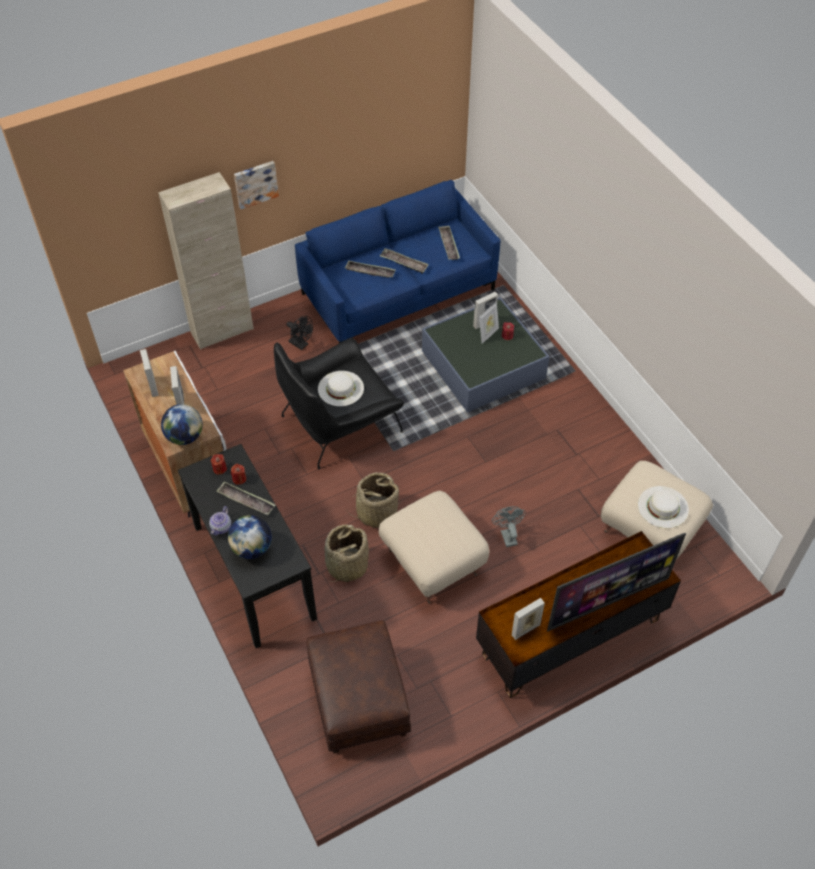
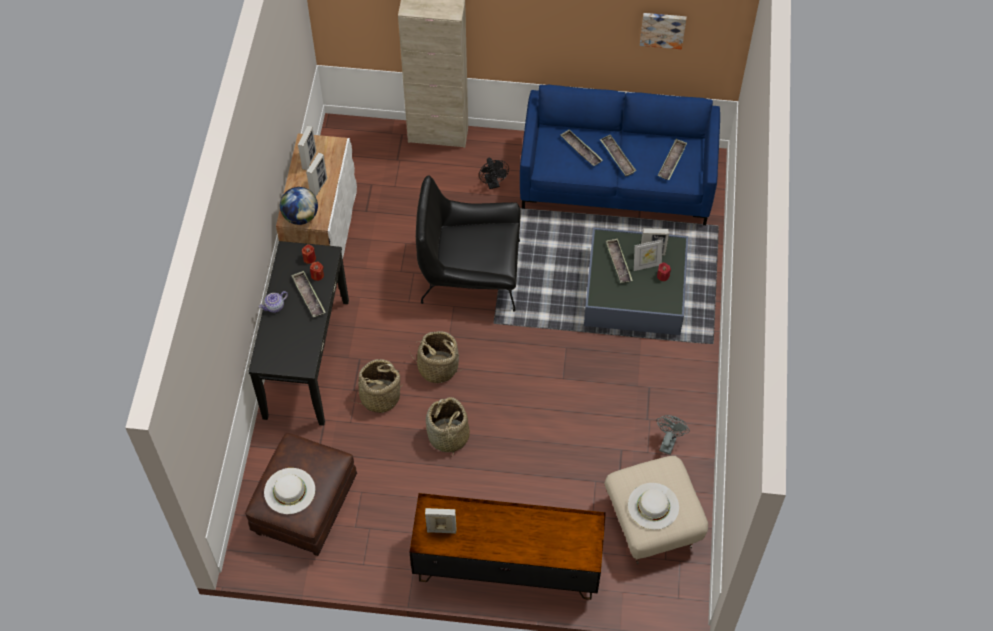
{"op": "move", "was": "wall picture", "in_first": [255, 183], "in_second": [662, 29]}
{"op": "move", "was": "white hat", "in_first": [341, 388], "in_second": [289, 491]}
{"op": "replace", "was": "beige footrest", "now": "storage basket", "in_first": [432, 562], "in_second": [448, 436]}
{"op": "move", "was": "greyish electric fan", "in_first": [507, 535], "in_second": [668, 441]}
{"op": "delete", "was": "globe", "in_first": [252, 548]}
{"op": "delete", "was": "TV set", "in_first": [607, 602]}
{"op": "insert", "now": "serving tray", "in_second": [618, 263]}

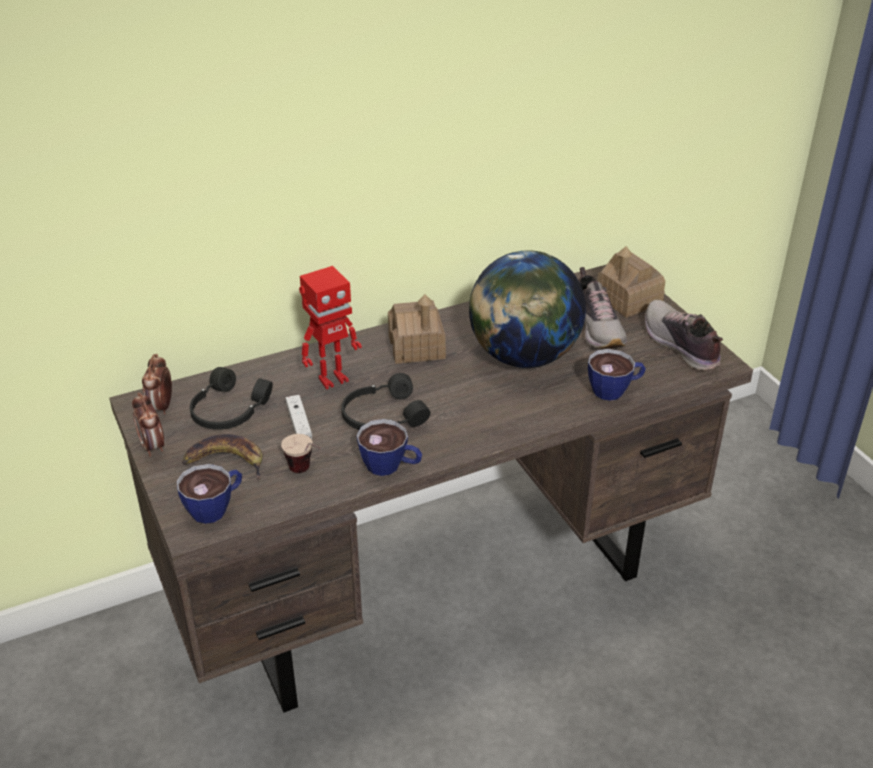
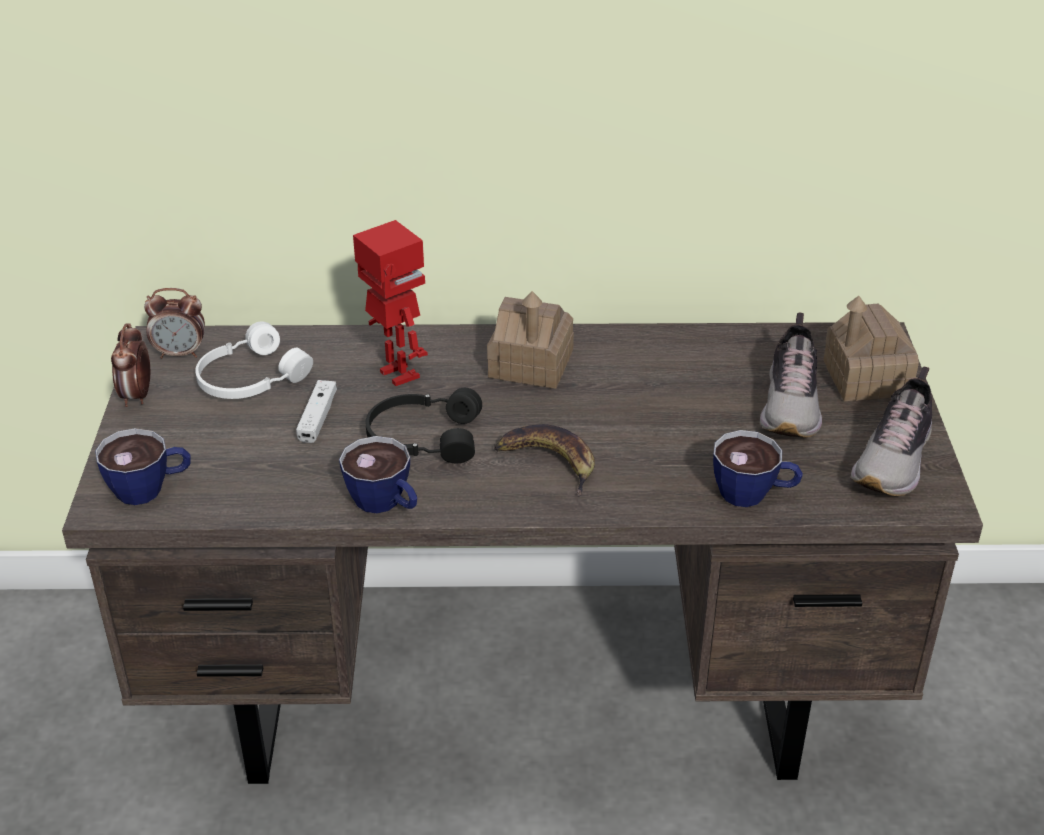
{"op": "delete", "was": "globe", "in_first": [523, 357]}
{"op": "rotate", "was": "robot figure", "in_first": [332, 379], "in_second": [397, 375], "clockwise": -120}
{"op": "rotate", "was": "low shoe", "in_first": [680, 345], "in_second": [895, 460], "clockwise": -150}
{"op": "rotate", "was": "table clock", "in_first": [161, 407], "in_second": [180, 353], "clockwise": -120}
{"op": "recolor", "was": "blackish headset", "now": "white headset", "in_first": [228, 411], "in_second": [250, 379]}
{"op": "move", "was": "banana", "in_first": [227, 461], "in_second": [549, 462]}
{"op": "delete", "was": "cup", "in_first": [306, 473]}

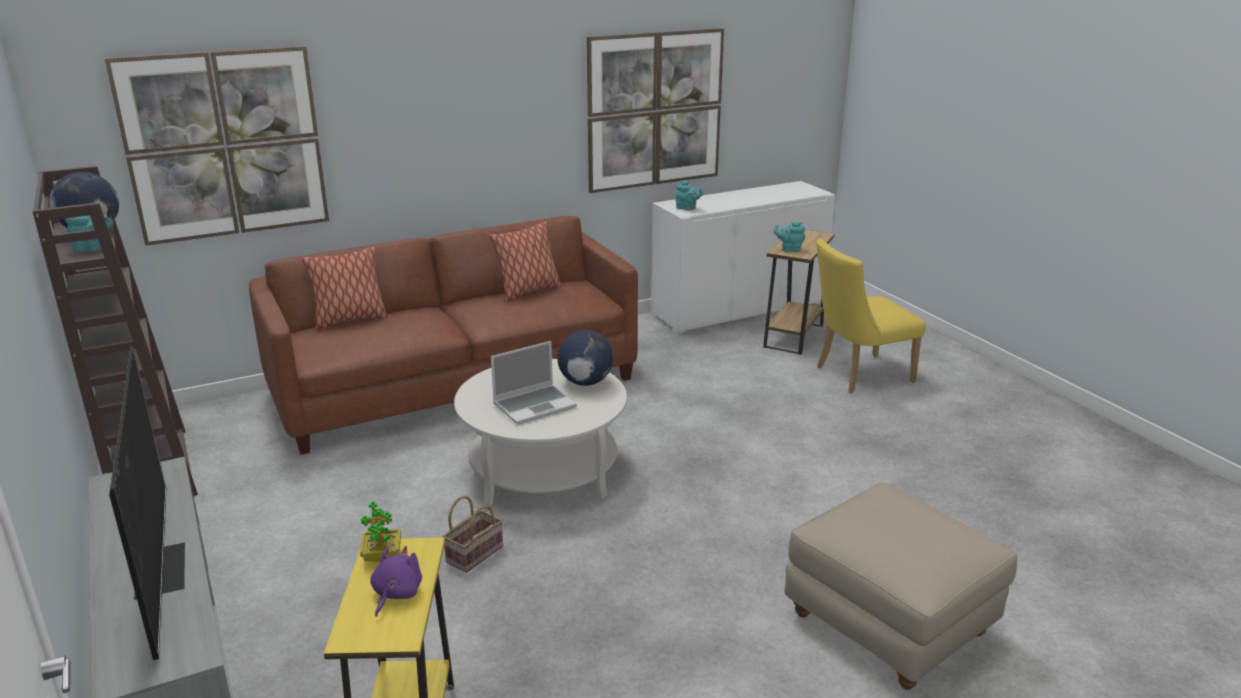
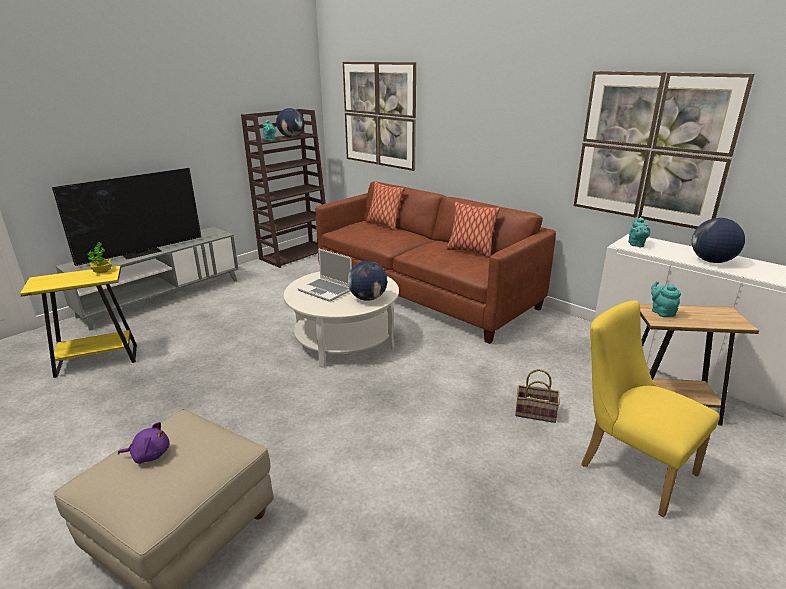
{"op": "move", "was": "storage basket", "in_first": [475, 553], "in_second": [536, 413]}
{"op": "move", "was": "purple soft toy", "in_first": [396, 594], "in_second": [149, 455]}
{"op": "insert", "now": "globe", "in_second": [711, 261]}

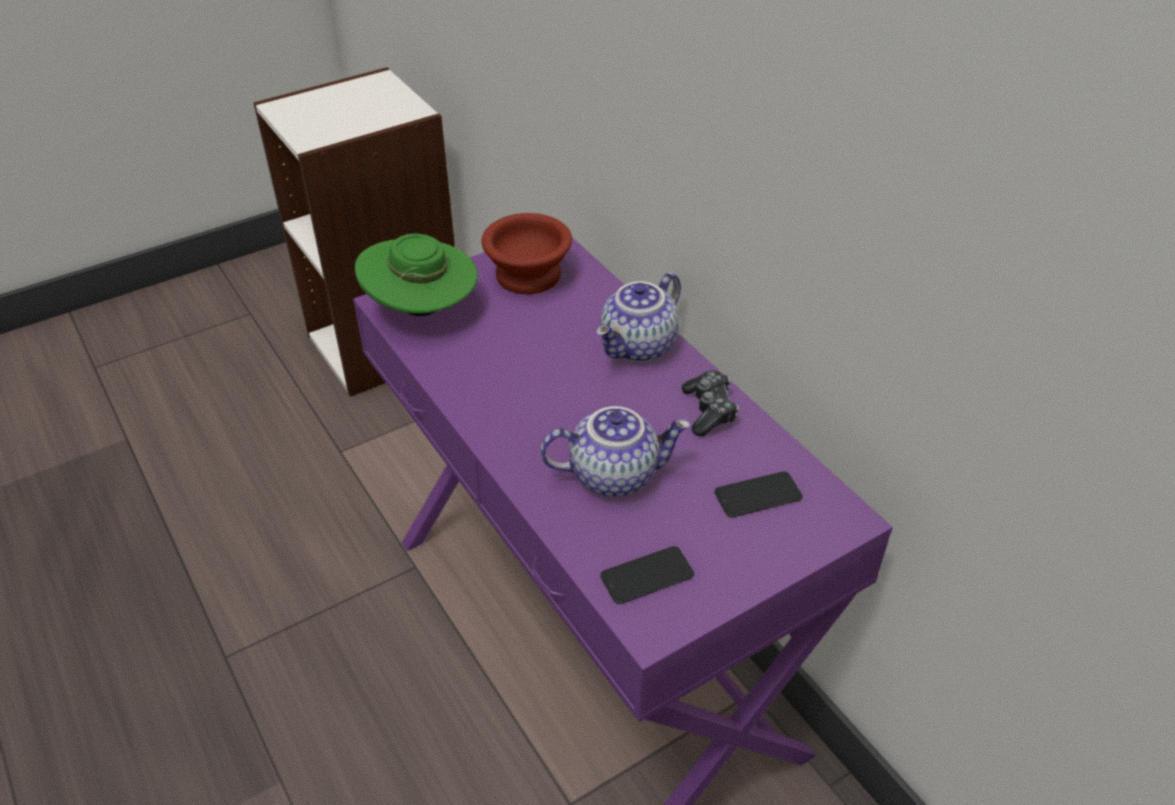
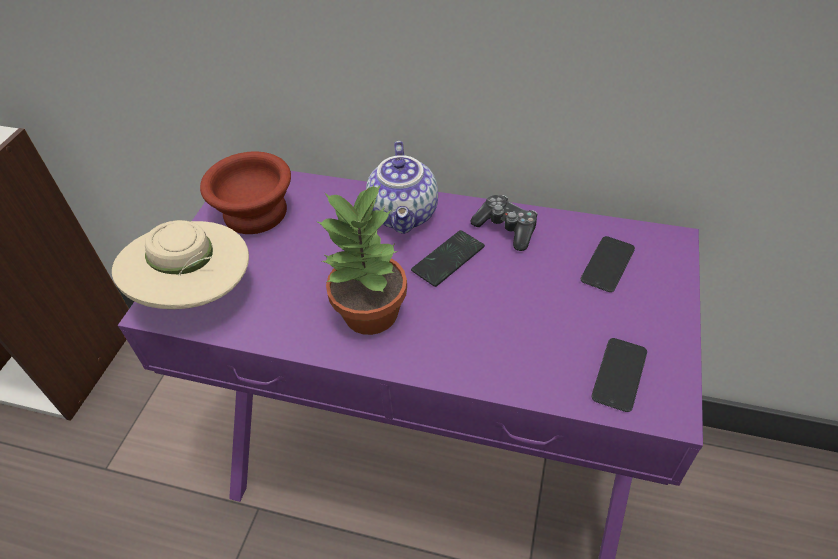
{"op": "recolor", "was": "greenish hat", "now": "beige hat", "in_first": [422, 310], "in_second": [197, 294]}
{"op": "delete", "was": "teapot", "in_first": [614, 474]}
{"op": "insert", "now": "plant in a pot", "in_second": [372, 314]}
{"op": "insert", "now": "phone", "in_second": [448, 259]}

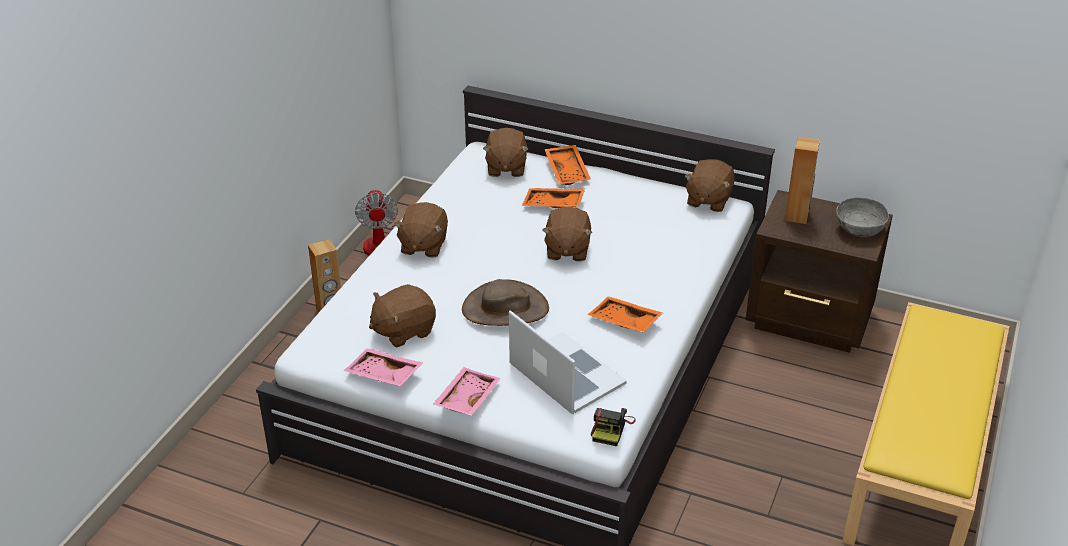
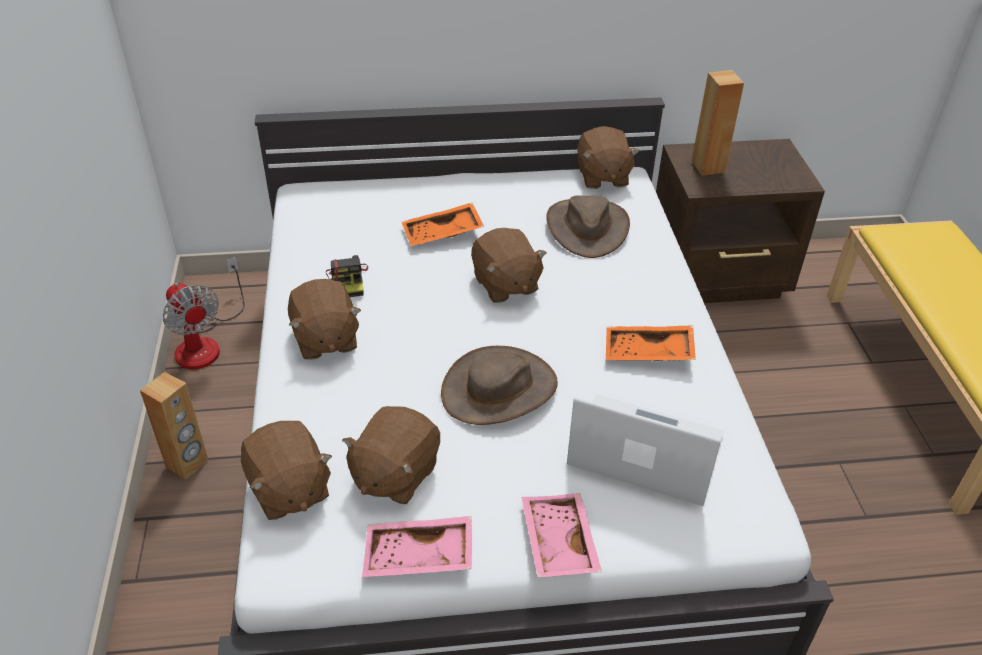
{"op": "move", "was": "brown-coloured soft toy", "in_first": [506, 168], "in_second": [288, 490]}
{"op": "delete", "was": "orangey serving tray", "in_first": [568, 171]}
{"op": "delete", "was": "greyish bowl", "in_first": [859, 229]}
{"op": "move", "was": "photo camera", "in_first": [611, 428], "in_second": [348, 281]}
{"op": "insert", "now": "brown-coloured hat", "in_second": [586, 228]}

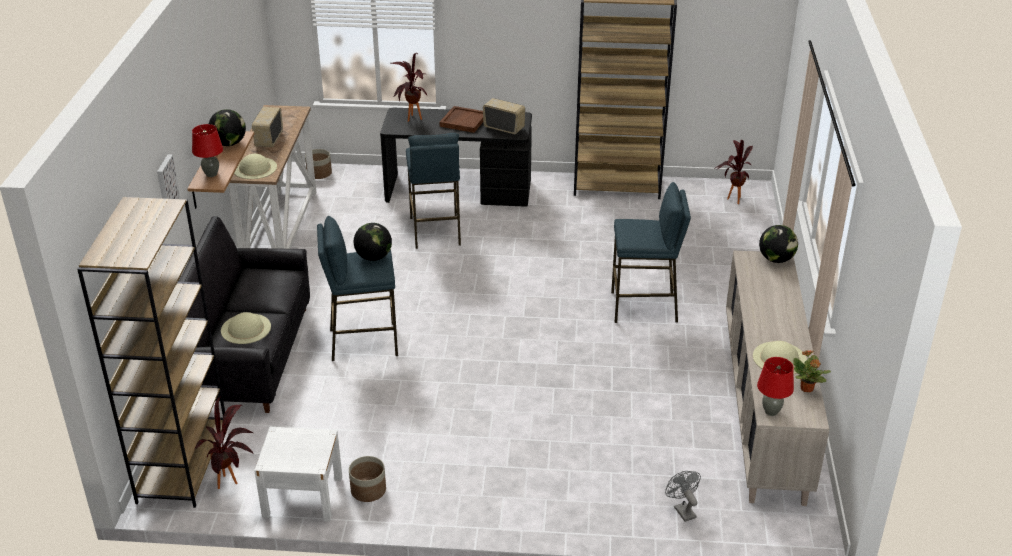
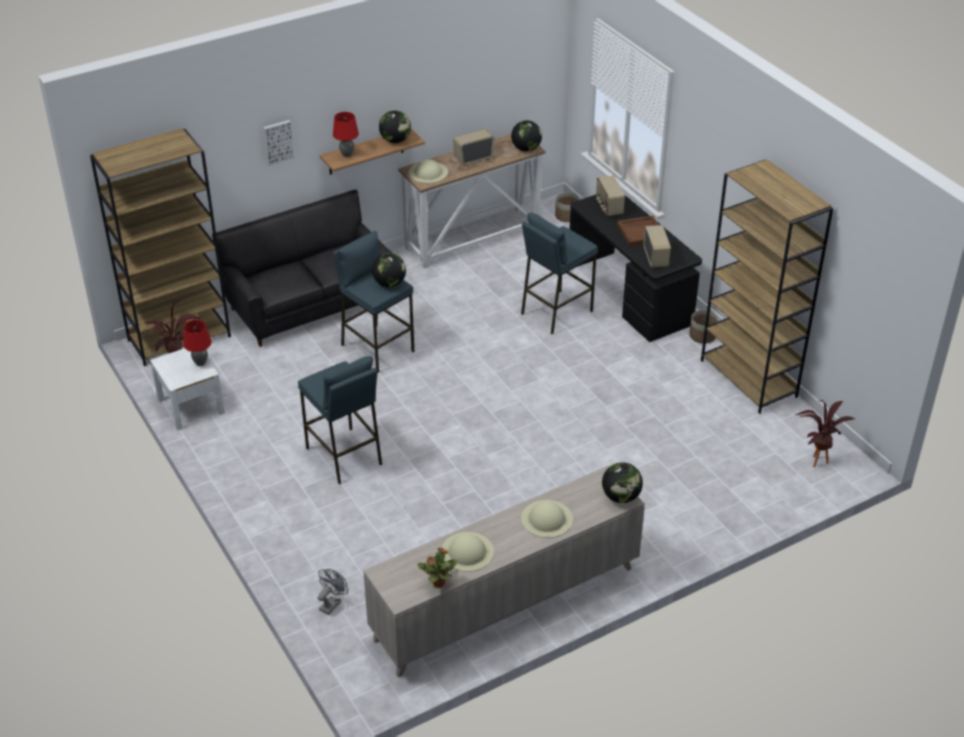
{"op": "replace", "was": "plant in a pot", "now": "radio", "in_first": [411, 120], "in_second": [608, 207]}
{"op": "move", "was": "bluish stool", "in_first": [644, 307], "in_second": [344, 456]}
{"op": "move", "was": "beige hat", "in_first": [246, 328], "in_second": [547, 519]}
{"op": "move", "was": "reddish lamp for a table", "in_first": [771, 411], "in_second": [200, 362]}
{"op": "move", "was": "planter", "in_first": [368, 490], "in_second": [702, 336]}
{"op": "insert", "now": "globe", "in_second": [526, 149]}

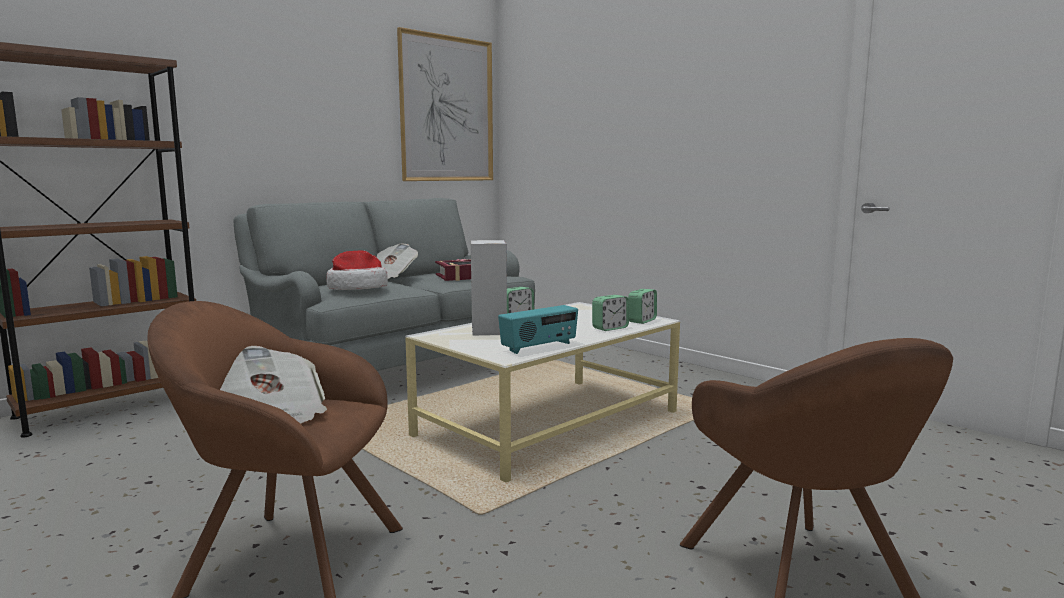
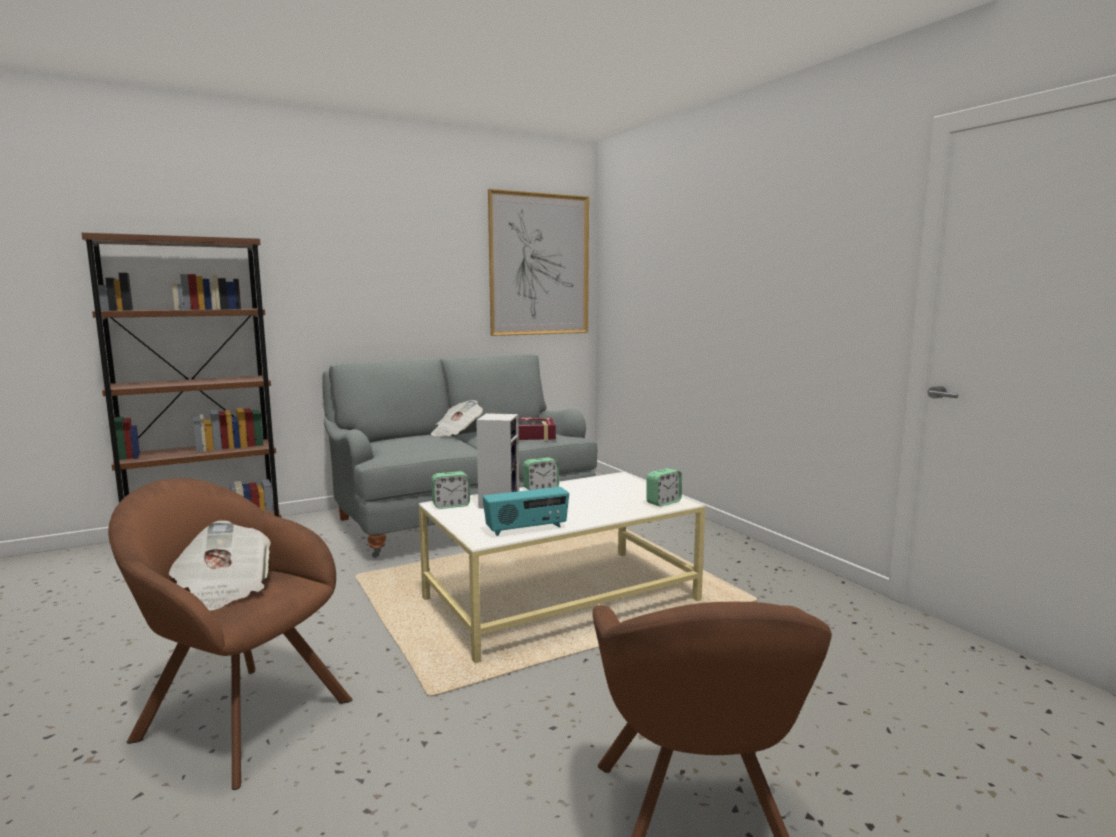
{"op": "delete", "was": "hat", "in_first": [357, 288]}
{"op": "move", "was": "table clock", "in_first": [610, 328], "in_second": [451, 505]}

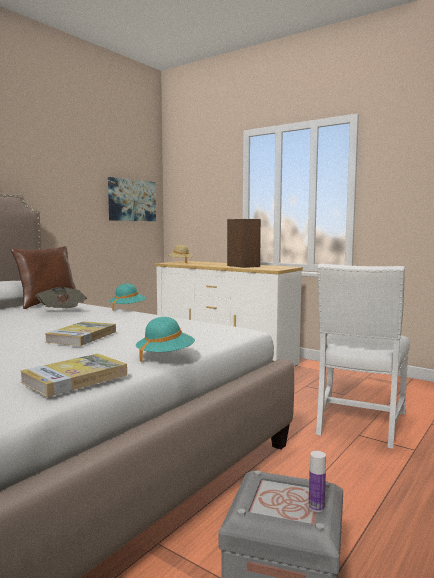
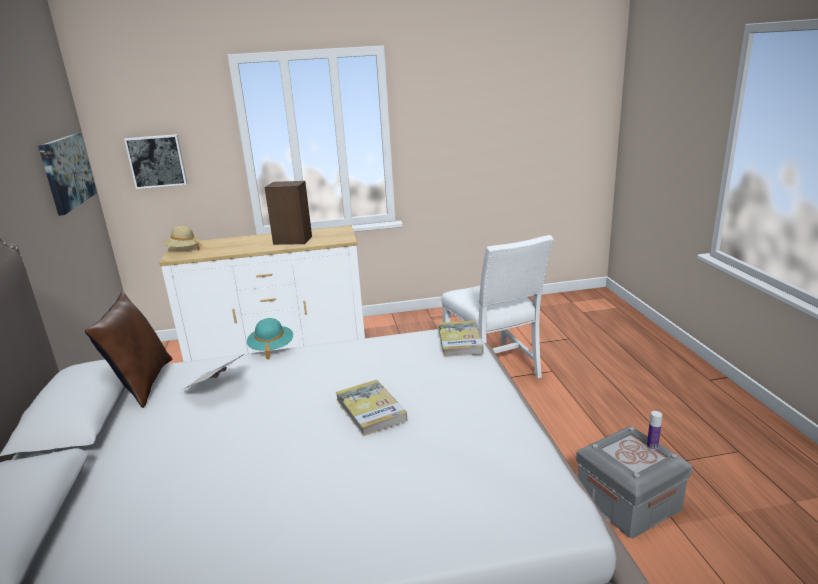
{"op": "delete", "was": "turquoise hat", "in_first": [165, 356]}
{"op": "move", "was": "bound book", "in_first": [75, 378], "in_second": [459, 341]}
{"op": "insert", "now": "wall picture", "in_second": [157, 161]}

